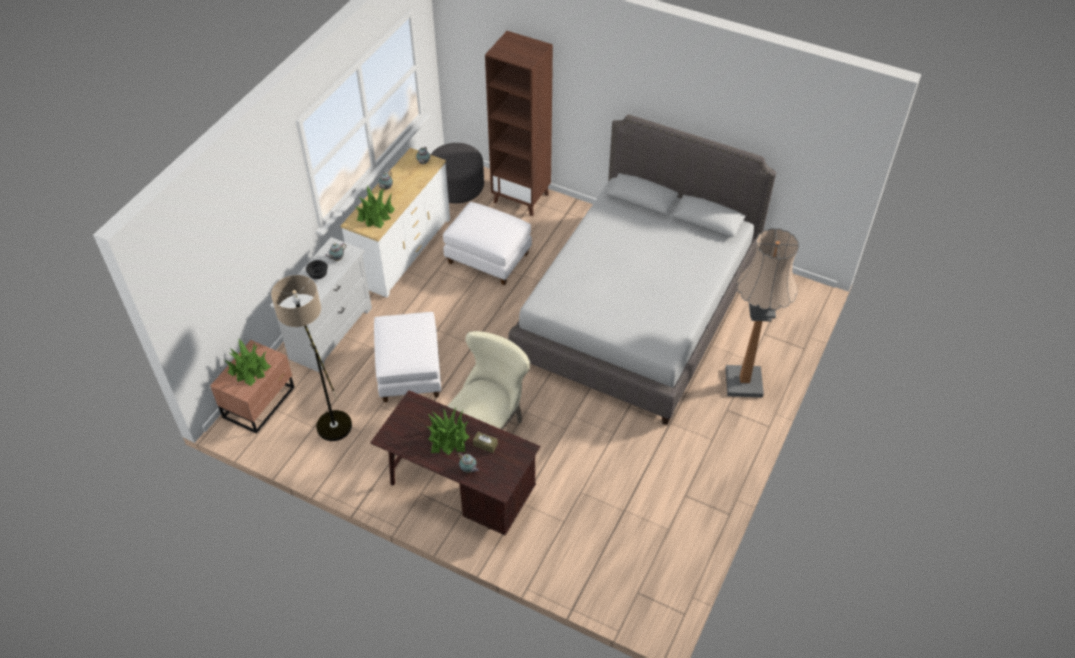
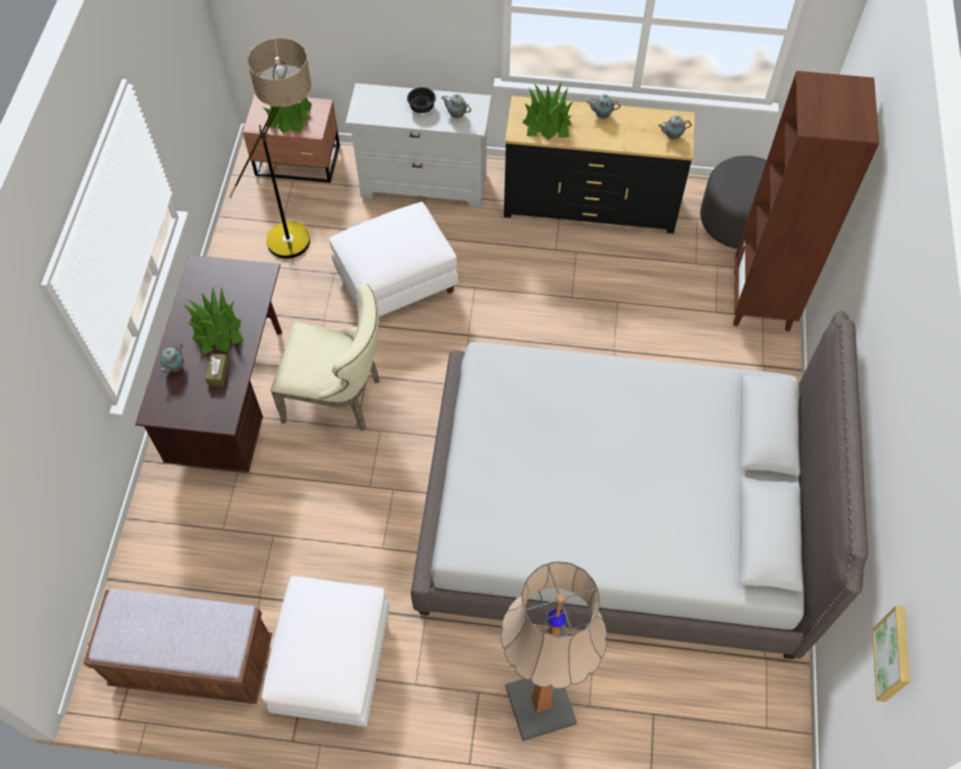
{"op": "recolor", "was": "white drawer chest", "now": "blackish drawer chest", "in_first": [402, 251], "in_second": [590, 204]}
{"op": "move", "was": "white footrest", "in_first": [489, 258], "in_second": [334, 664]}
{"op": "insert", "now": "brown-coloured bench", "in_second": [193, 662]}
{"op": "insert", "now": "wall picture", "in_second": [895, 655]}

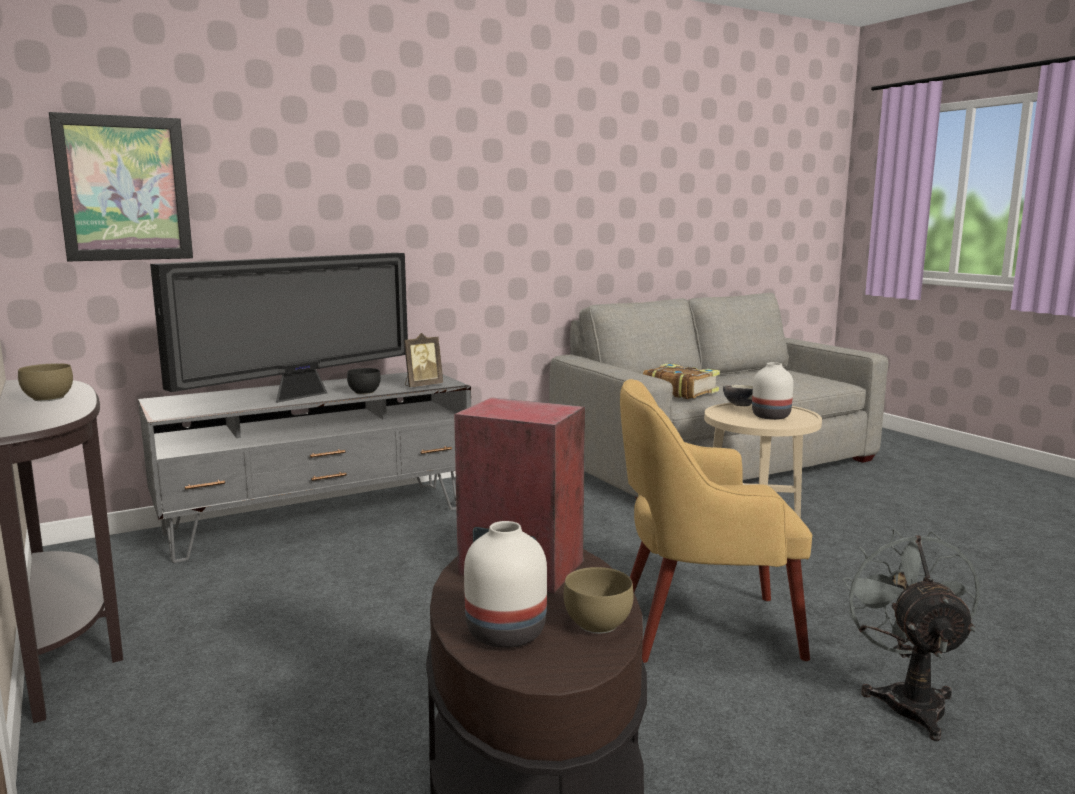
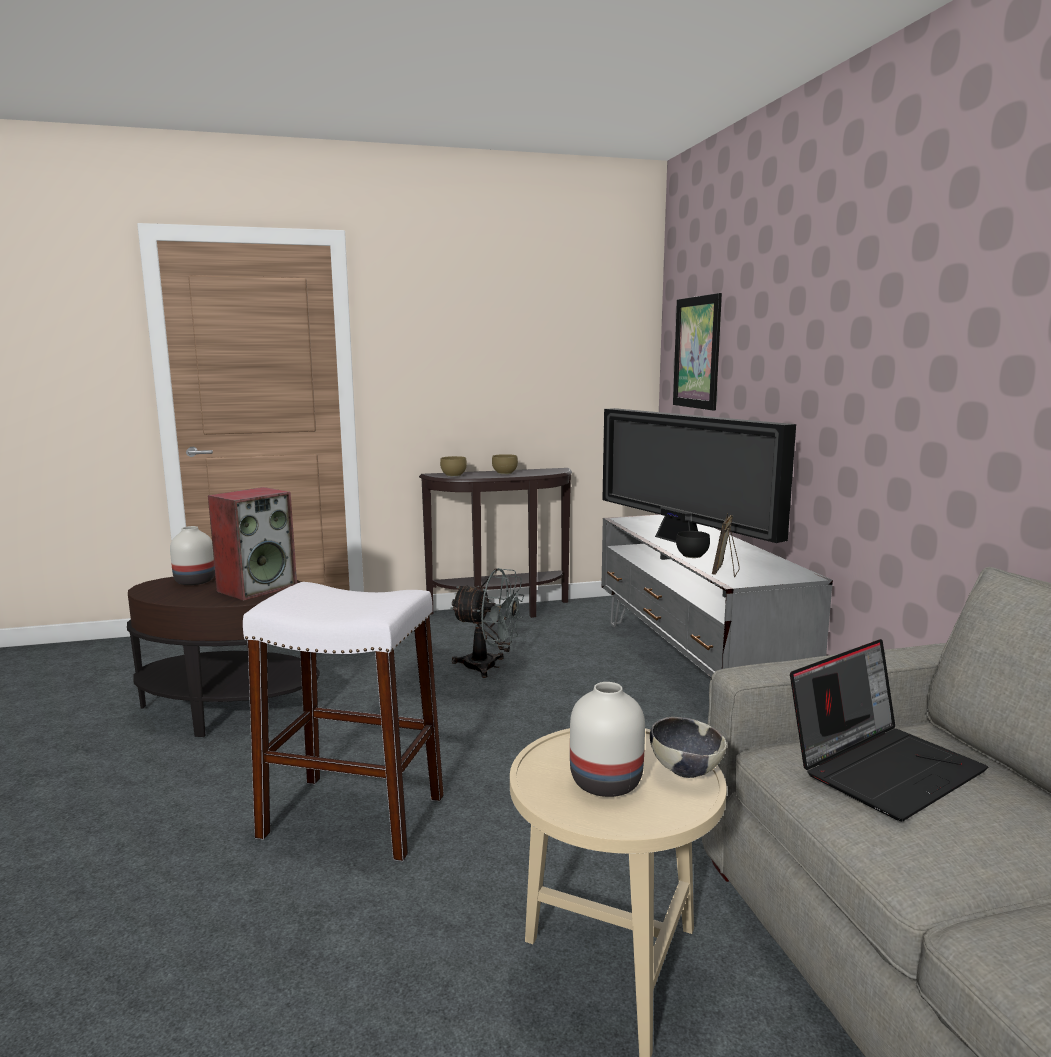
{"op": "rotate", "was": "photo frame", "in_first": [422, 385], "in_second": [726, 572], "clockwise": 45}
{"op": "replace", "was": "bound book", "now": "laptop", "in_first": [679, 391], "in_second": [883, 767]}
{"op": "replace", "was": "yellowish lounge chair", "now": "white stool", "in_first": [702, 627], "in_second": [353, 816]}
{"op": "move", "was": "greyish electric fan", "in_first": [908, 699], "in_second": [489, 667]}
{"op": "move", "was": "brown-coloured bowl", "in_first": [600, 624], "in_second": [453, 476]}

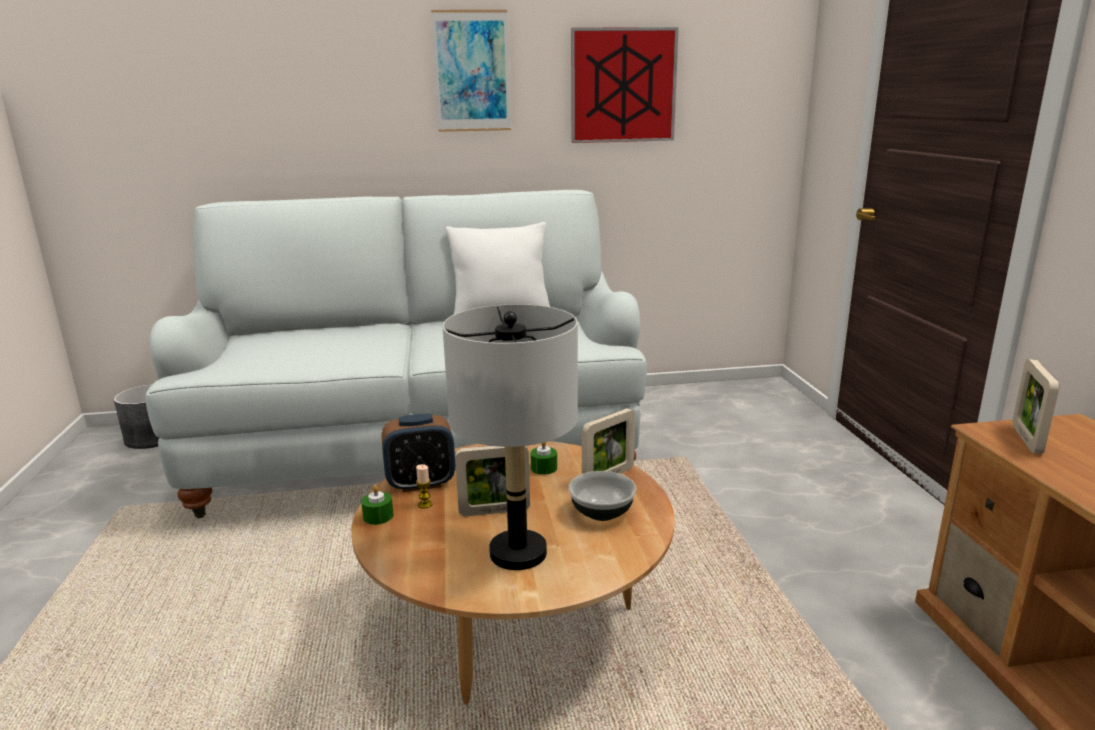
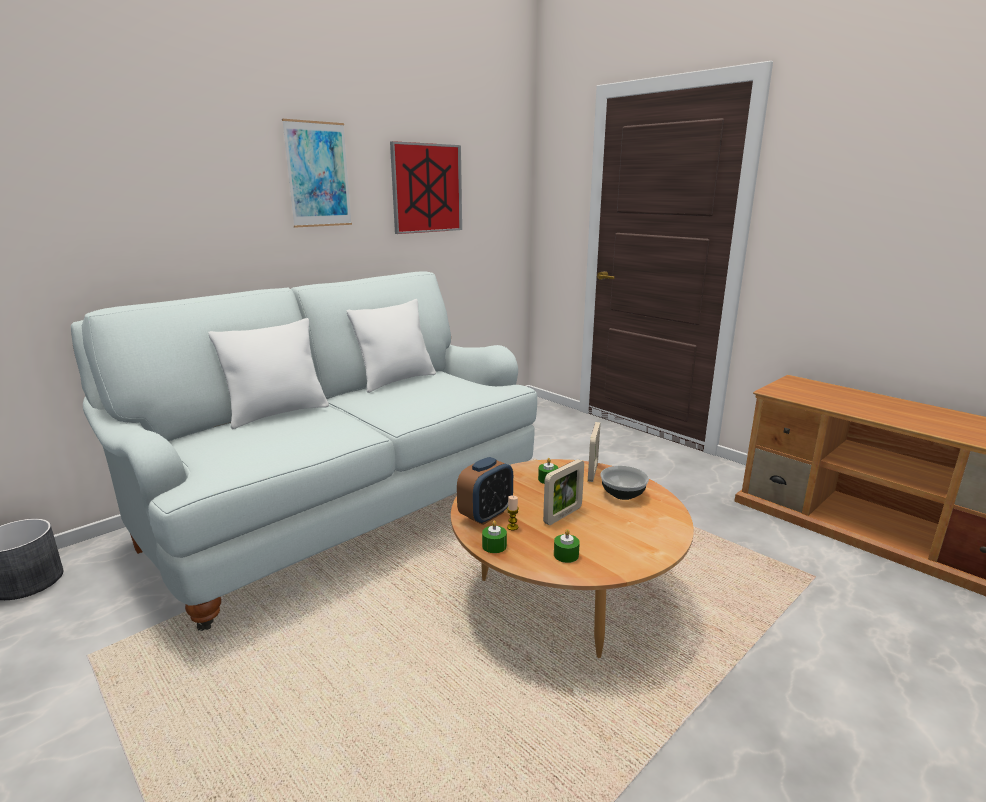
{"op": "delete", "was": "greyish lamp for a table", "in_first": [518, 553]}
{"op": "delete", "was": "photo frame", "in_first": [1026, 439]}
{"op": "insert", "now": "white cushion", "in_second": [278, 413]}
{"op": "insert", "now": "greenish candle", "in_second": [566, 555]}

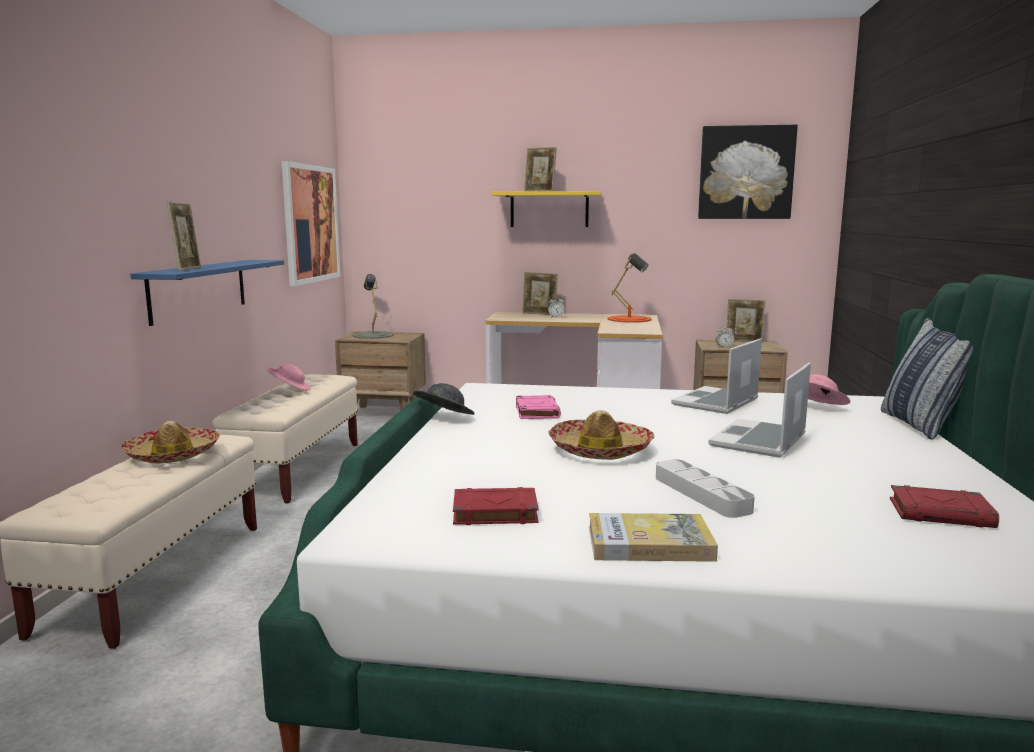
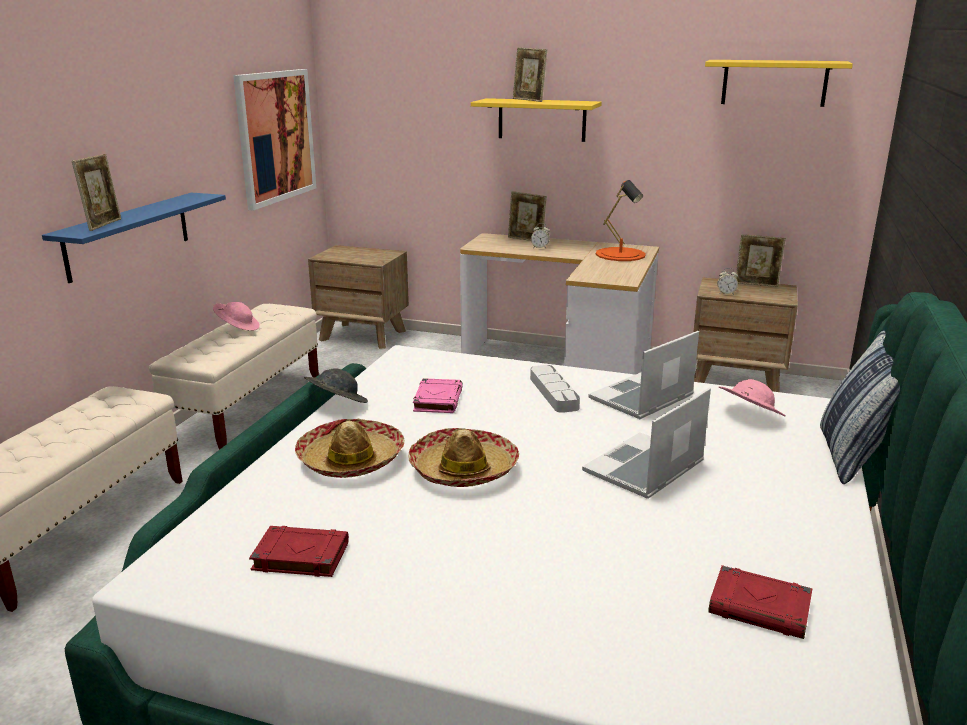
{"op": "replace", "was": "wall picture", "now": "yellowish bracket shelf", "in_first": [746, 172], "in_second": [774, 83]}
{"op": "delete", "was": "greyish lamp for a table", "in_first": [373, 335]}
{"op": "move", "was": "hat", "in_first": [173, 455], "in_second": [351, 460]}
{"op": "move", "was": "greyish serving tray", "in_first": [701, 494], "in_second": [553, 393]}
{"op": "delete", "was": "bound book", "in_first": [649, 543]}

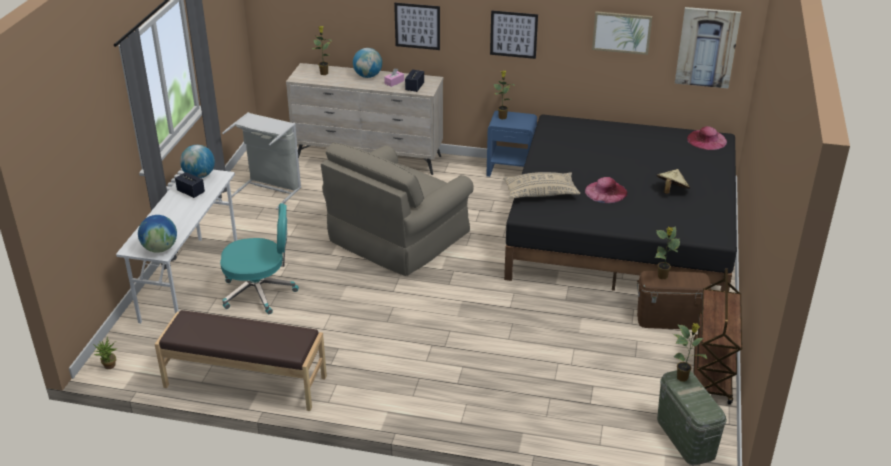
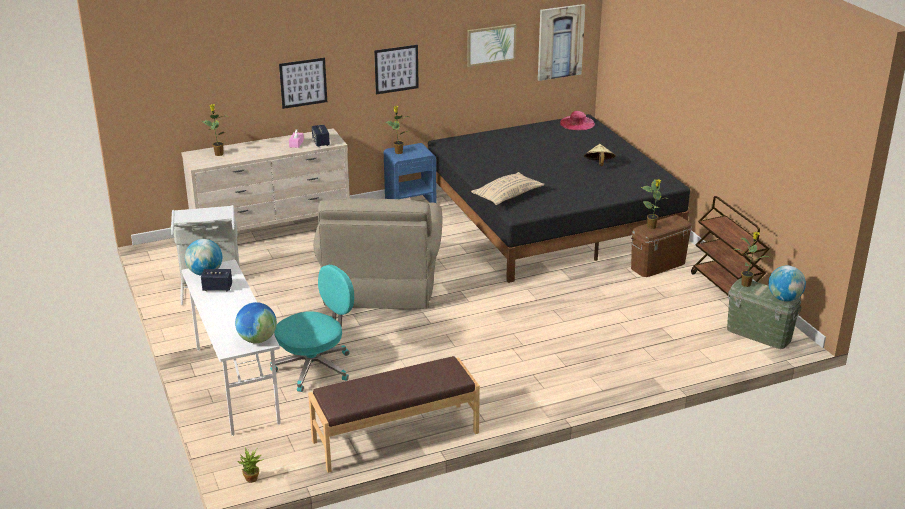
{"op": "move", "was": "globe", "in_first": [368, 76], "in_second": [784, 298]}
{"op": "delete", "was": "pink-coloured hat", "in_first": [606, 192]}

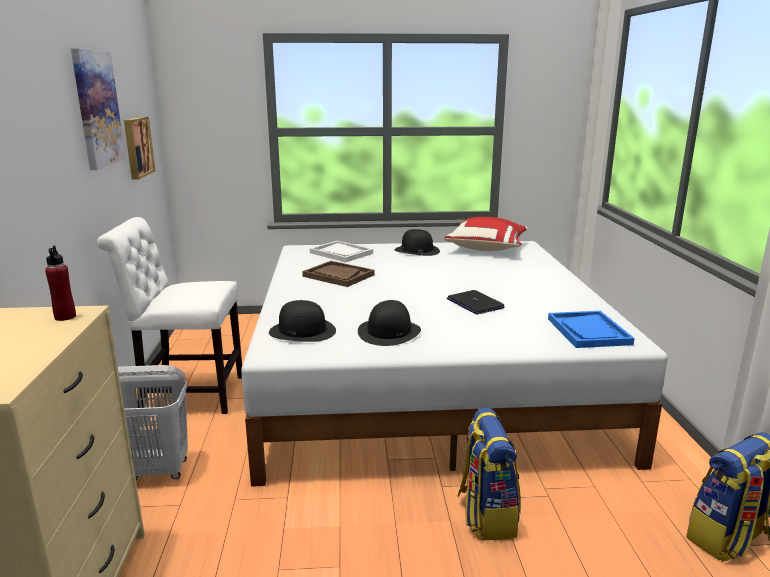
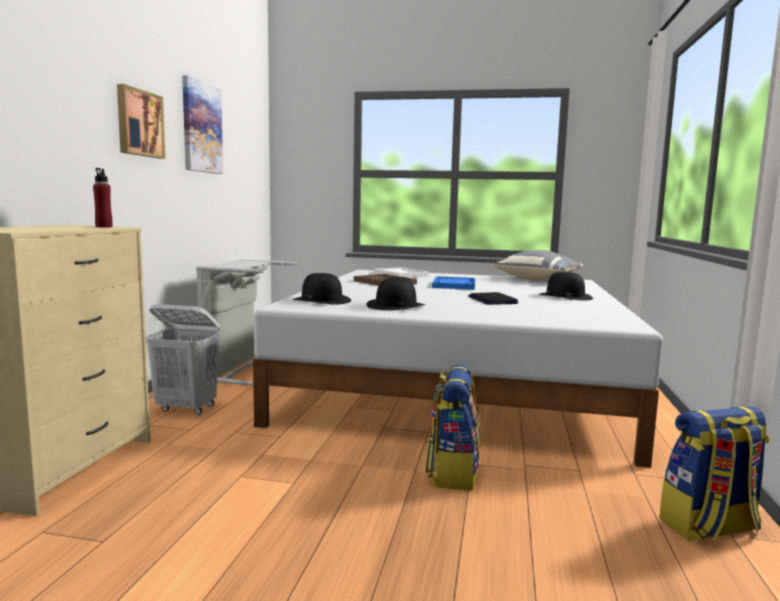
{"op": "move", "was": "wall picture", "in_first": [137, 147], "in_second": [139, 123]}
{"op": "replace", "was": "white chair", "now": "greyish washing basket", "in_first": [187, 394], "in_second": [242, 371]}
{"op": "recolor", "was": "reddish cushion", "now": "greyish cushion", "in_first": [487, 248], "in_second": [539, 280]}
{"op": "move", "was": "blackish hat", "in_first": [416, 250], "in_second": [564, 296]}
{"op": "move", "was": "bluish serving tray", "in_first": [588, 331], "in_second": [454, 285]}

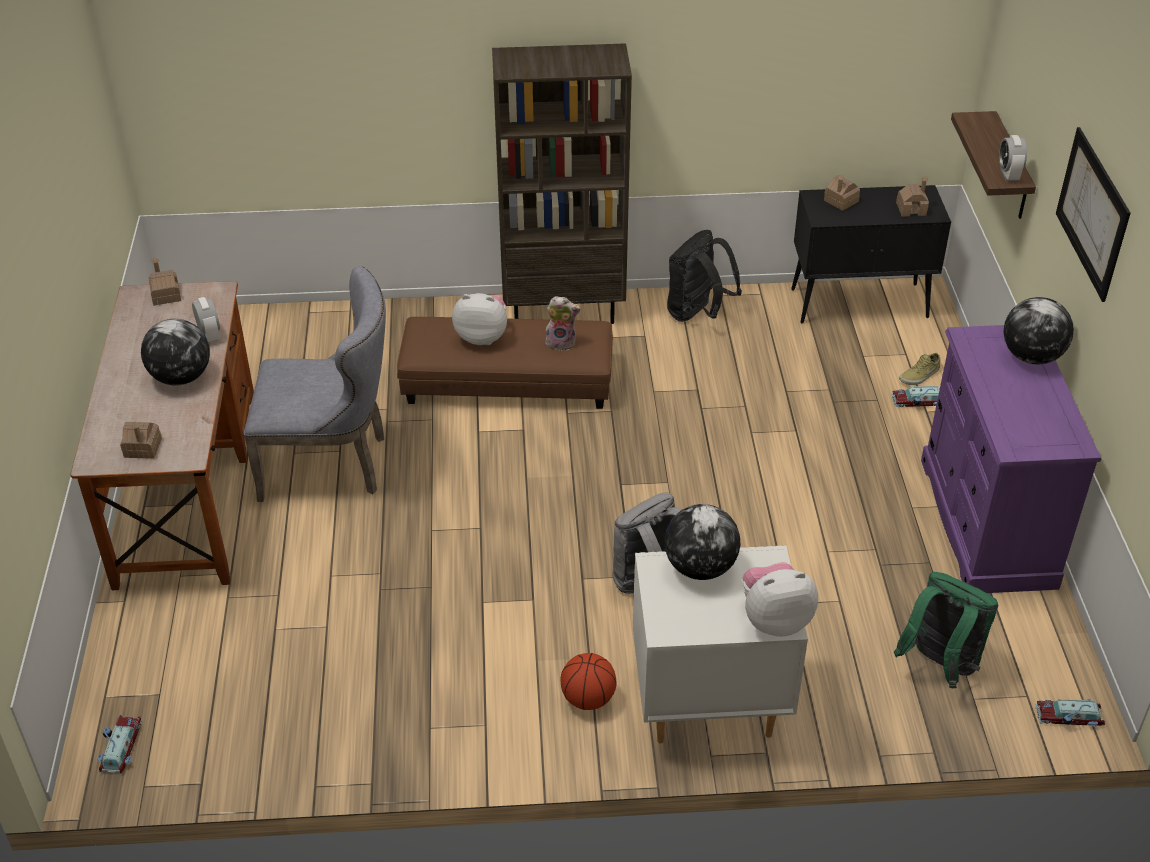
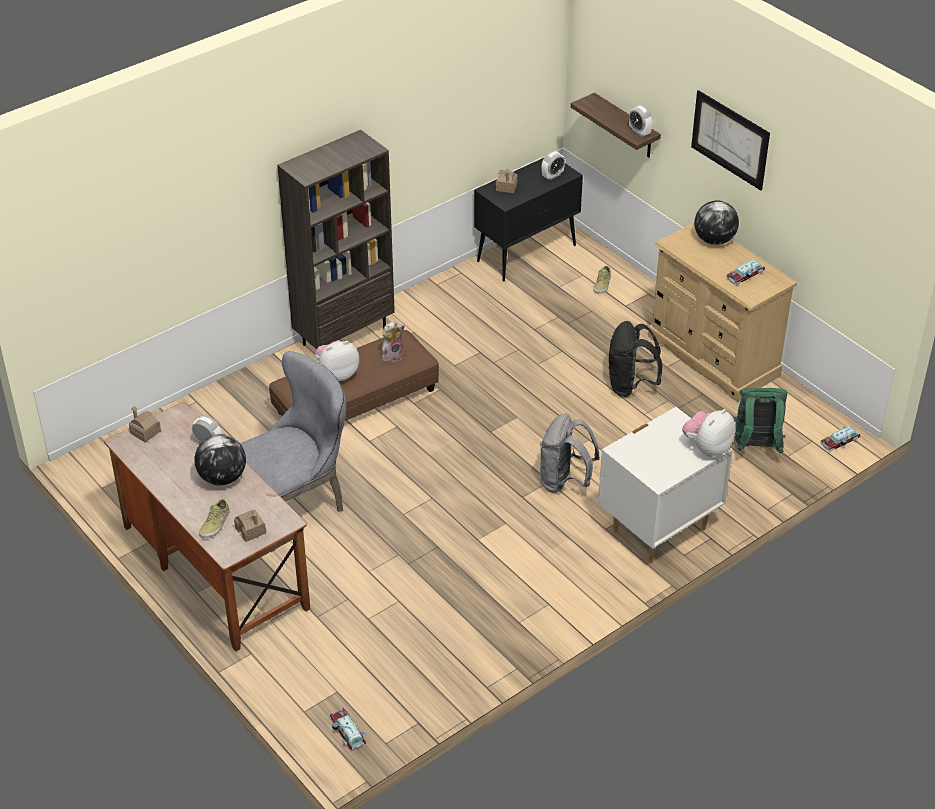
{"op": "replace", "was": "miniature house", "now": "table clock", "in_first": [911, 209], "in_second": [552, 176]}
{"op": "move", "was": "blackish knapsack", "in_first": [697, 313], "in_second": [630, 386]}
{"op": "recolor", "was": "purple drawer chest", "now": "beige drawer chest", "in_first": [986, 522], "in_second": [713, 356]}
{"op": "move", "was": "model car", "in_first": [919, 402], "in_second": [746, 275]}
{"op": "delete", "was": "globe", "in_first": [700, 567]}
{"op": "delete", "was": "basketball", "in_first": [588, 699]}
{"op": "insert", "now": "beige low shoe", "in_second": [215, 524]}

